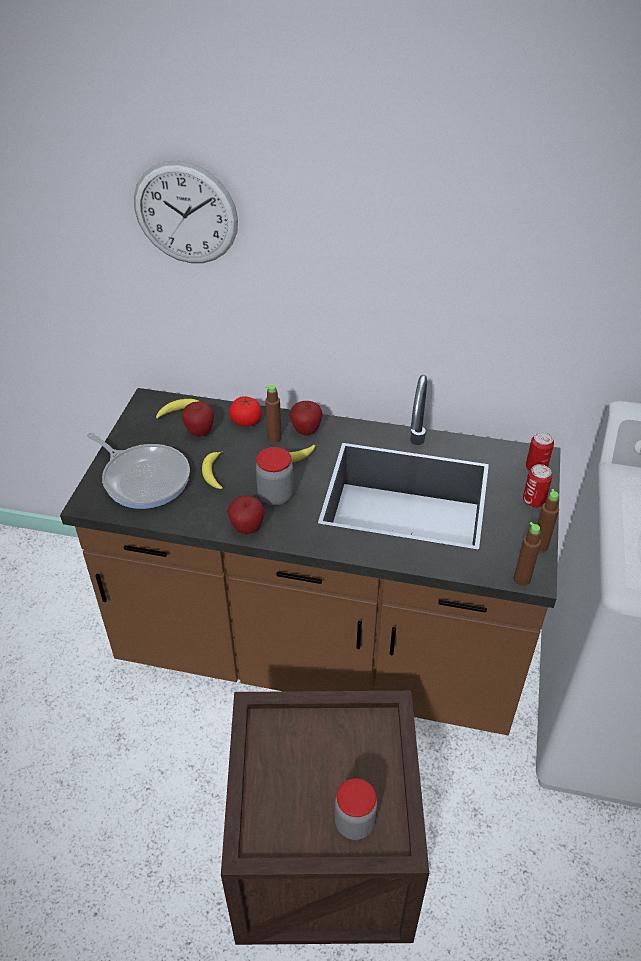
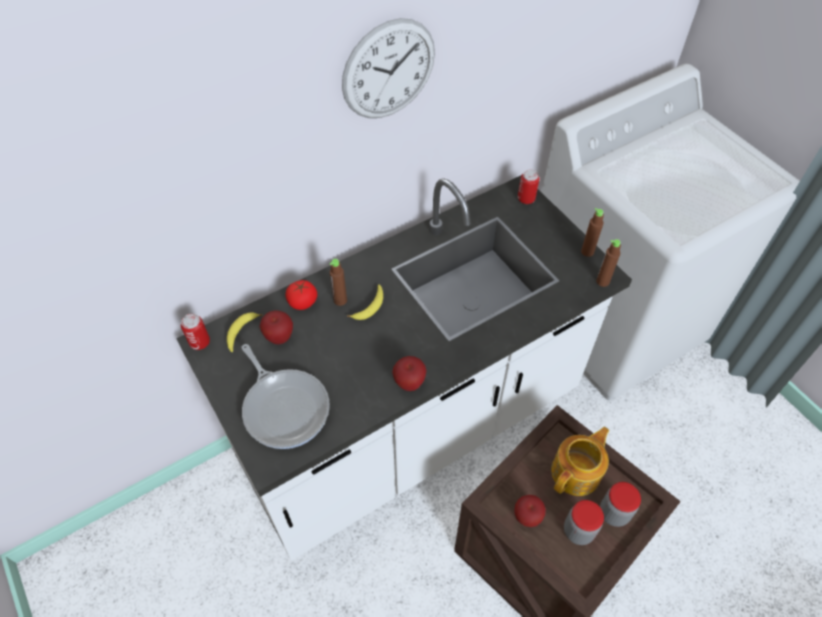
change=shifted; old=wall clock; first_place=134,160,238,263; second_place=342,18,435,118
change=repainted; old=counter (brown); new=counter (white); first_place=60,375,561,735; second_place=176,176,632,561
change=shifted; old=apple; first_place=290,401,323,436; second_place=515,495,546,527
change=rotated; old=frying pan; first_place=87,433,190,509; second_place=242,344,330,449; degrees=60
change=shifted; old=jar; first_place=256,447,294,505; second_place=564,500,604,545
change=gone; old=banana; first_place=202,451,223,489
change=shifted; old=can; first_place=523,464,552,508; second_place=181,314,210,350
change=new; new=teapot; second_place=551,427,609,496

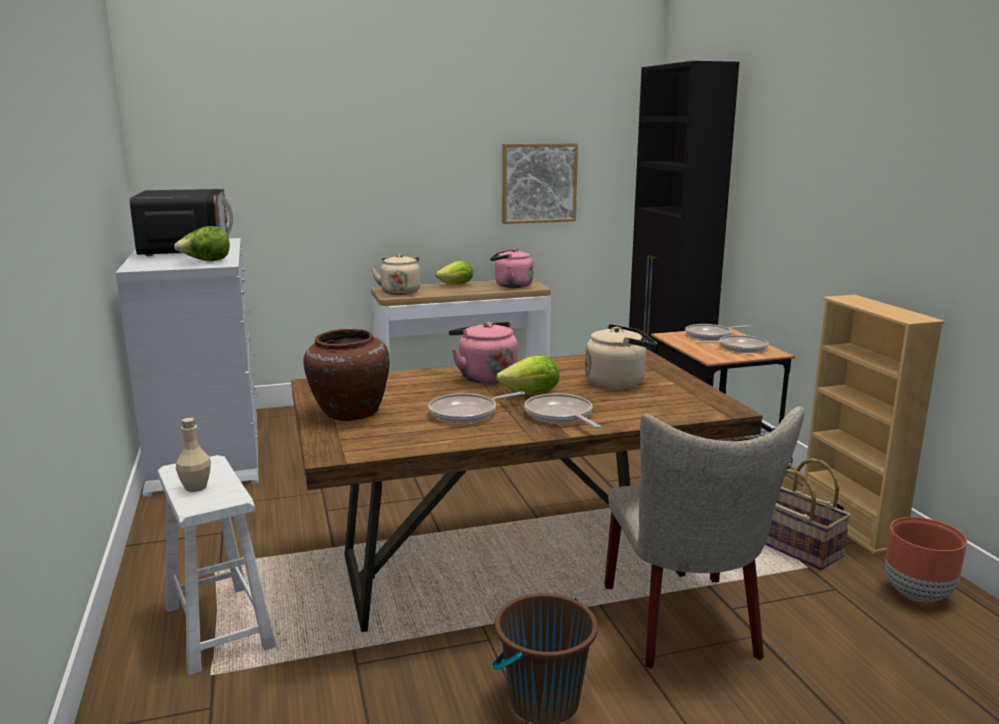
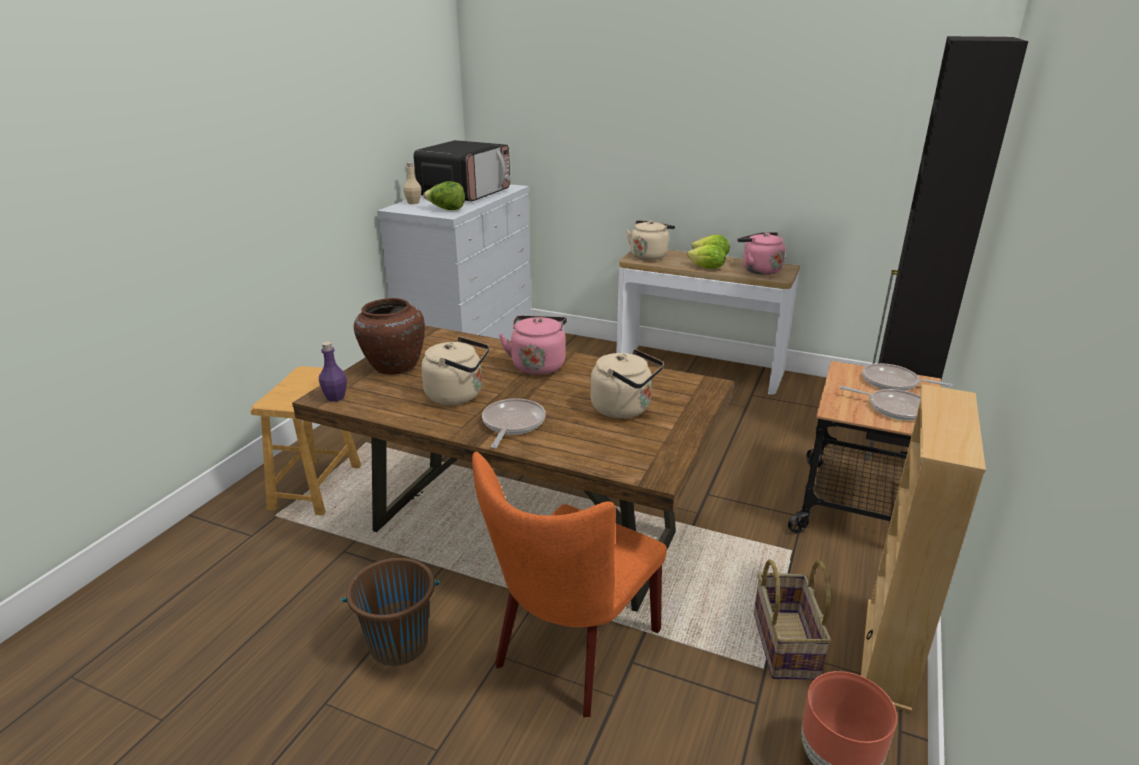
change=gone; old=picture; first_place=502,143,578,224
change=shifted; old=lettuce; first_place=496,355,559,394; second_place=687,244,726,269
change=swapped; old=frying pan; new=kettle (beige); first_place=428,391,525,423; second_place=421,337,489,405
change=repainted; old=chair (beige); new=chair (orange); first_place=604,406,804,669; second_place=472,452,667,717
change=shifted; old=bottle (beige); first_place=176,418,211,492; second_place=403,162,421,204
change=repainted; old=stool (white); new=stool (brown); first_place=157,455,276,675; second_place=251,366,361,516
change=new; new=bottle (purple); second_place=319,341,347,402

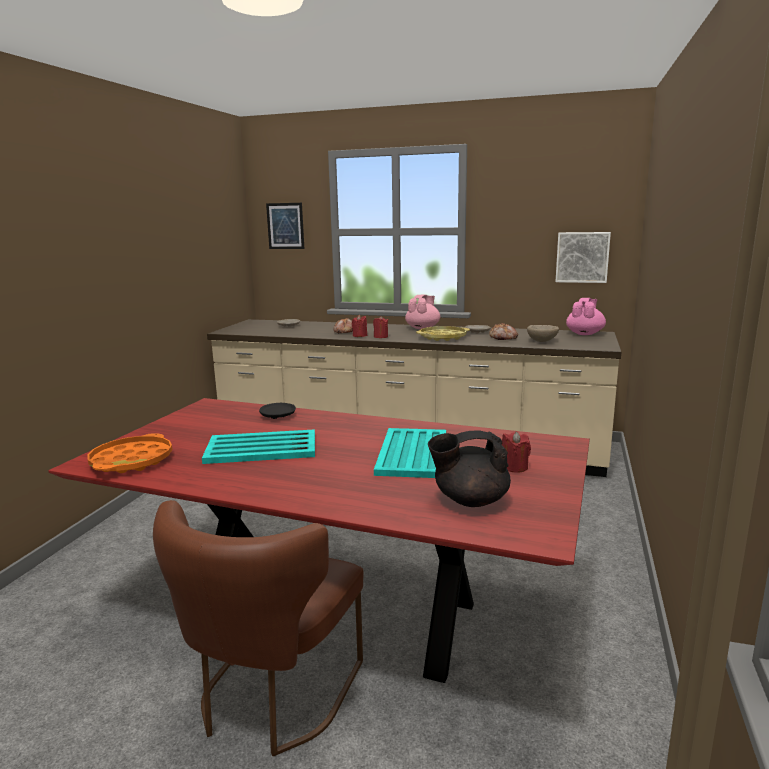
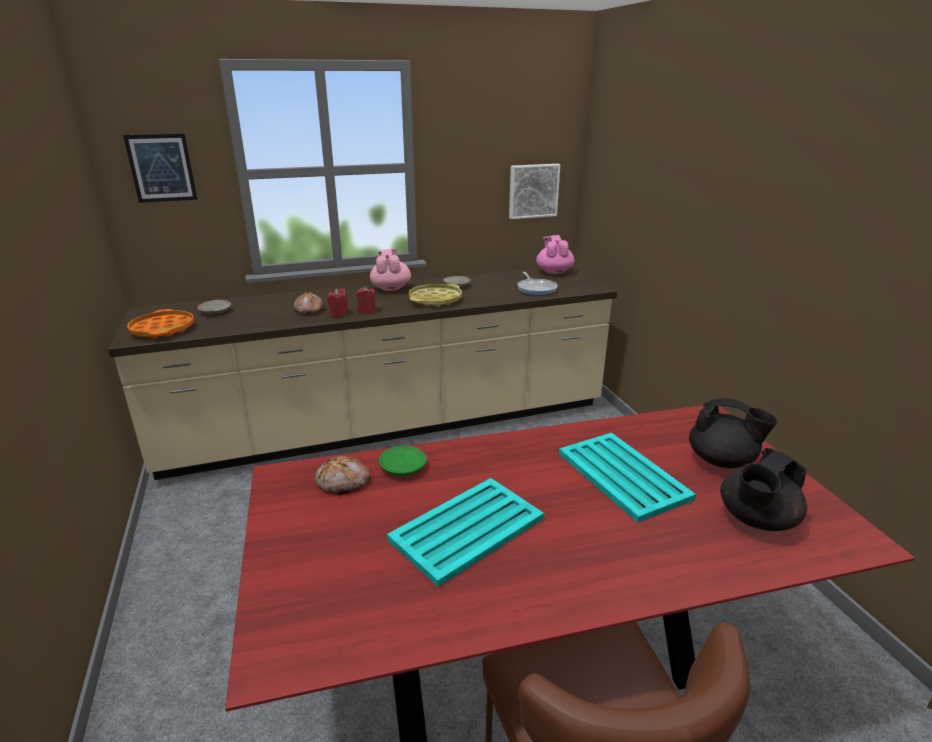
change=shifted; old=bread; first_place=489,323,518,340; second_place=314,456,370,495
change=swapped; old=bowl (beige); new=frying pan; first_place=527,325,559,342; second_place=517,272,558,296
change=repainted; old=plate (black); new=plate (green); first_place=259,403,296,419; second_place=379,446,427,476
change=swapped; old=candle (red); new=teapot (black); first_place=502,432,531,473; second_place=689,398,778,468
change=shifted; old=tray (orange); first_place=87,433,172,473; second_place=127,309,194,338

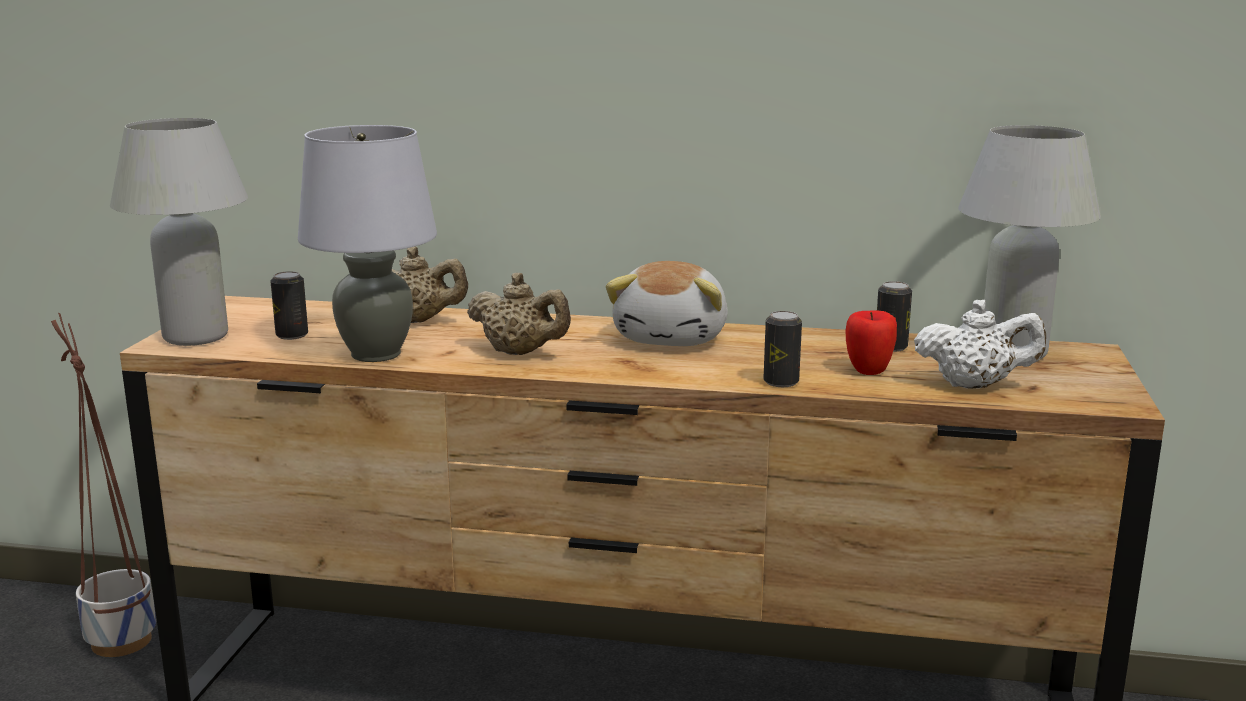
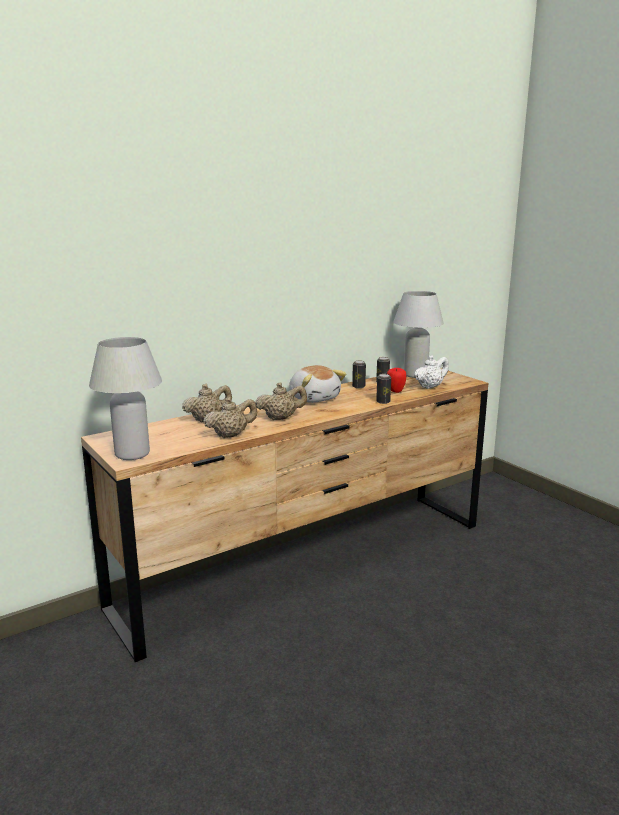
change=swapped; old=table lamp (grey); new=teapot (beige); first_place=298,125,437,362; second_place=204,397,257,438
change=shifted; old=can; first_place=270,271,308,340; second_place=352,360,366,388
change=gone; old=planter; first_place=51,313,156,657

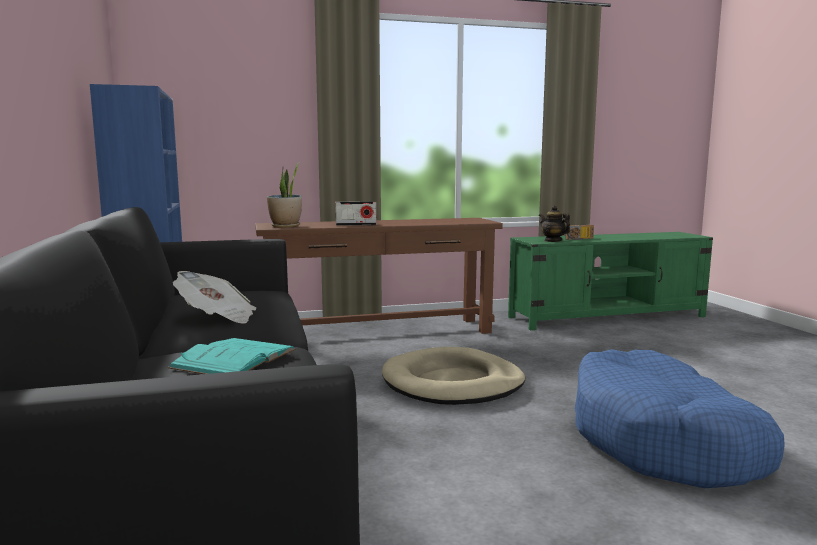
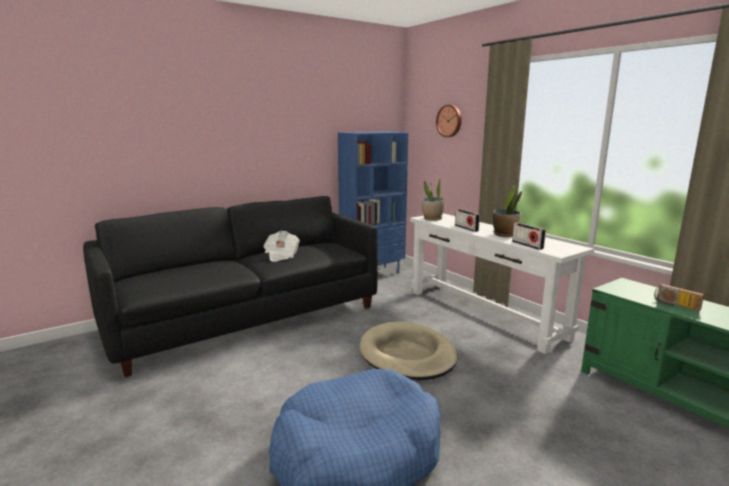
change=gone; old=teapot; first_place=539,206,570,242
change=repainted; old=console table (brown); new=console table (white); first_place=255,218,503,334; second_place=410,213,594,354
change=gone; old=book (turquoise); first_place=167,338,296,374
change=new; new=wall clock; second_place=436,105,461,137
change=new; new=potted plant; second_place=493,185,522,237
change=new; new=radio; second_place=512,223,546,250

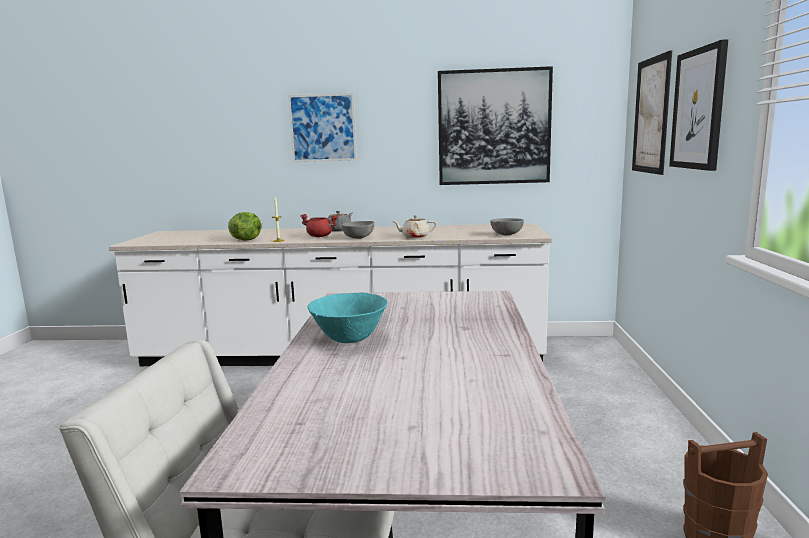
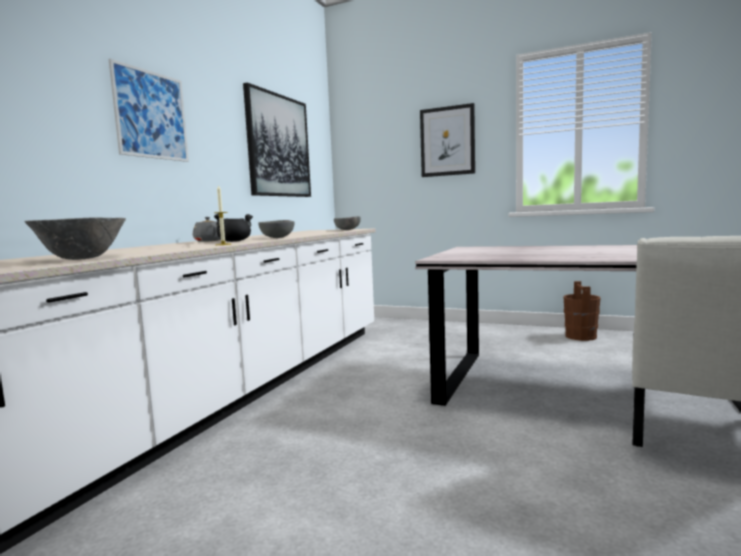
change=gone; old=picture; first_place=632,51,672,175
change=gone; old=lettuce; first_place=228,212,262,241
change=repainted; old=cooking pot (red); new=cooking pot (black); first_place=300,214,338,237; second_place=214,213,253,242
change=gone; old=teapot (beige); first_place=393,215,437,238
change=gone; old=bowl (turquoise); first_place=307,293,388,343
change=new; new=bowl (grey); second_place=24,217,126,260

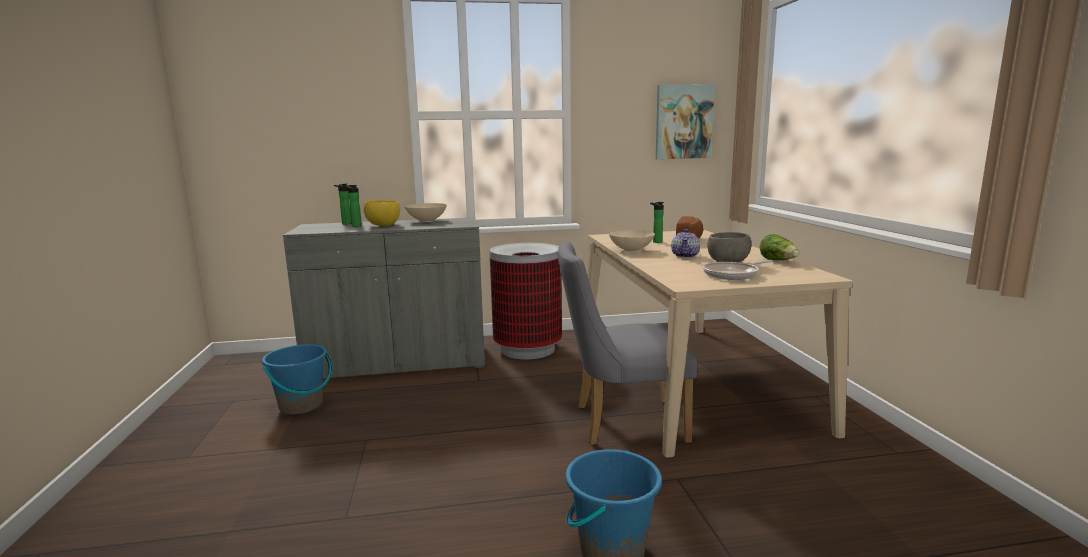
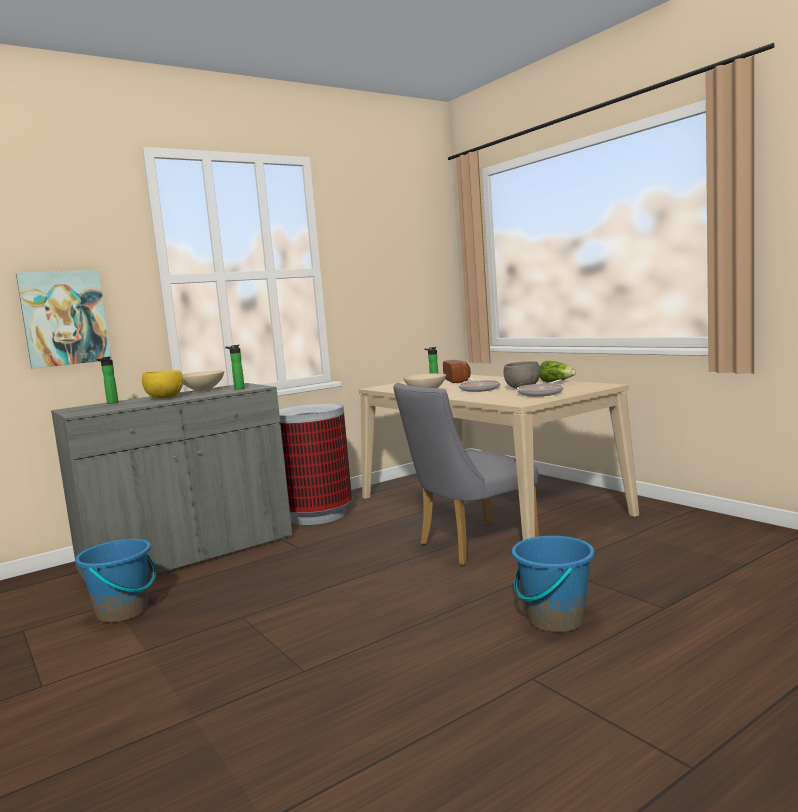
change=shifted; old=picture; first_place=656,84,715,159; second_place=16,270,112,369
change=shifted; old=bottle; first_place=344,185,362,227; second_place=225,345,245,390
change=swapped; old=teapot; new=frying pan; first_place=671,229,700,258; second_place=459,378,501,392

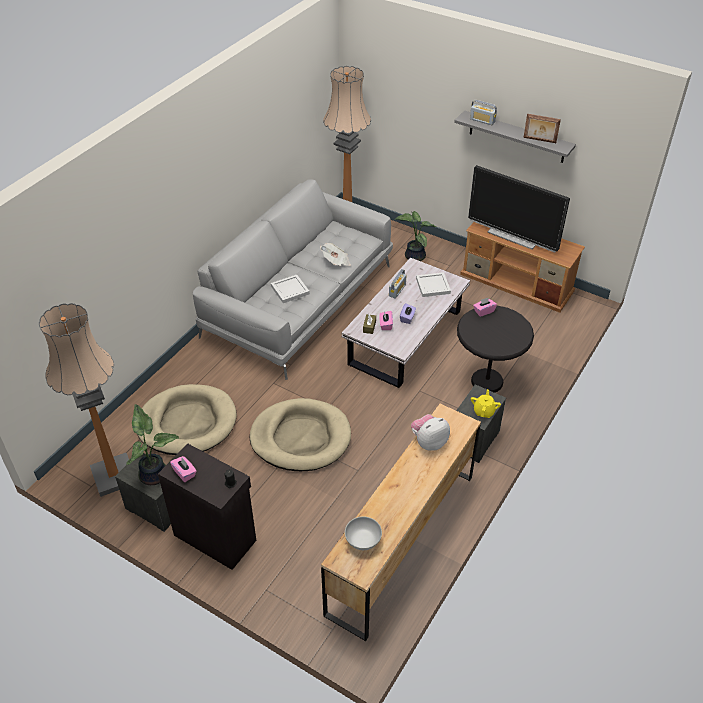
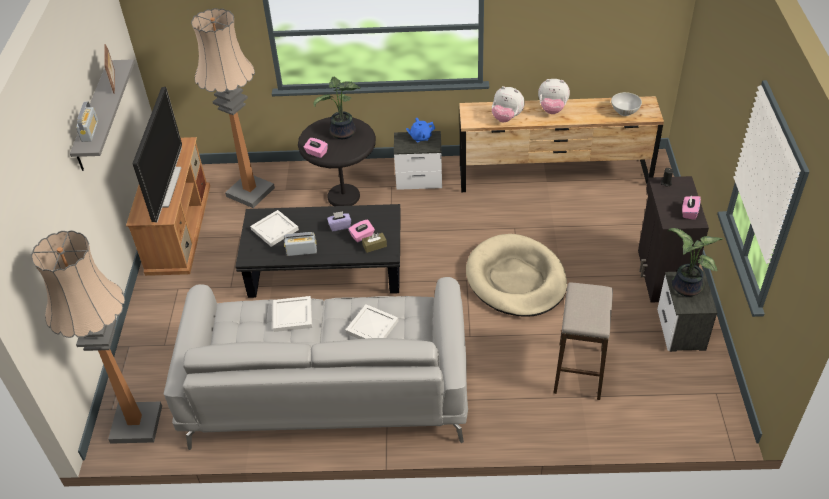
change=shifted; old=potted plant; first_place=395,211,436,261; second_place=313,77,361,139
change=swapped; old=newspaper; new=tray (white); first_place=320,243,351,266; second_place=273,296,312,332
change=repainted; old=coffee table (white); new=coffee table (black); first_place=342,257,470,388; second_place=235,204,401,298
change=shifted; old=floor lamp; first_place=39,303,129,497; second_place=191,8,275,208
change=swapped; old=dog bed (beige); new=stool; first_place=137,384,237,455; second_place=553,282,613,400
change=repainted; old=teapot (yellow); new=teapot (blue); first_place=471,389,501,418; second_place=406,118,435,143
change=new; new=plush toy; second_place=538,79,570,114

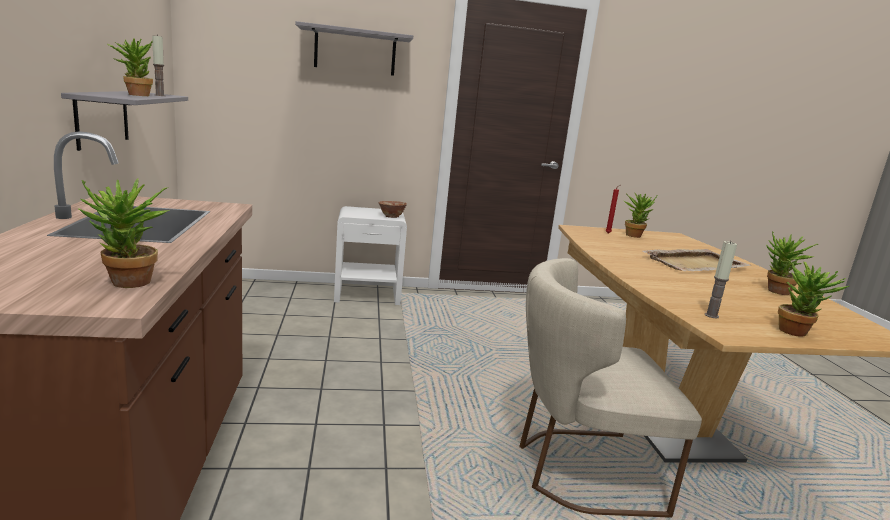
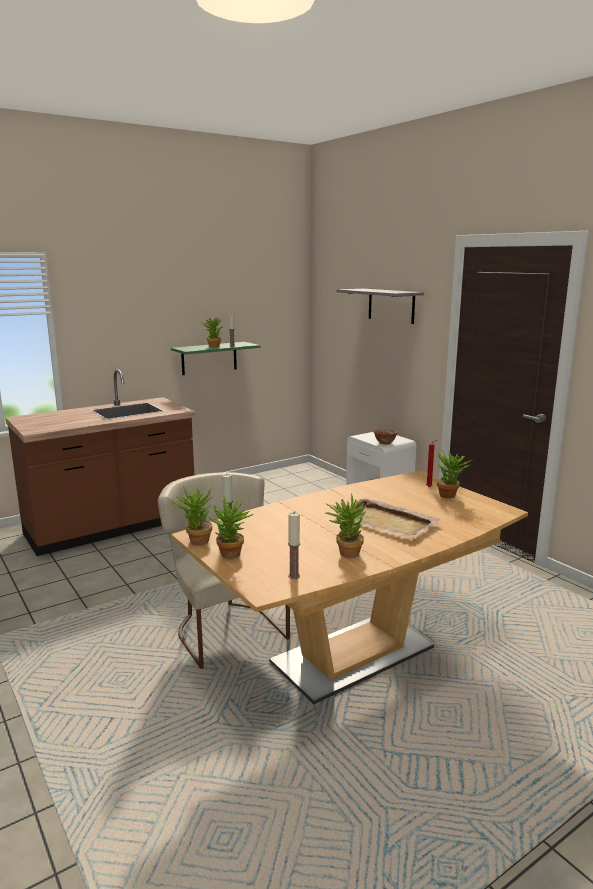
change=repainted; old=shelf (grey); new=shelf (green); first_place=61,91,188,151; second_place=171,342,261,375
change=shifted; old=potted plant; first_place=78,178,170,288; second_place=172,486,213,545
change=new; new=candle; second_place=288,512,300,579

